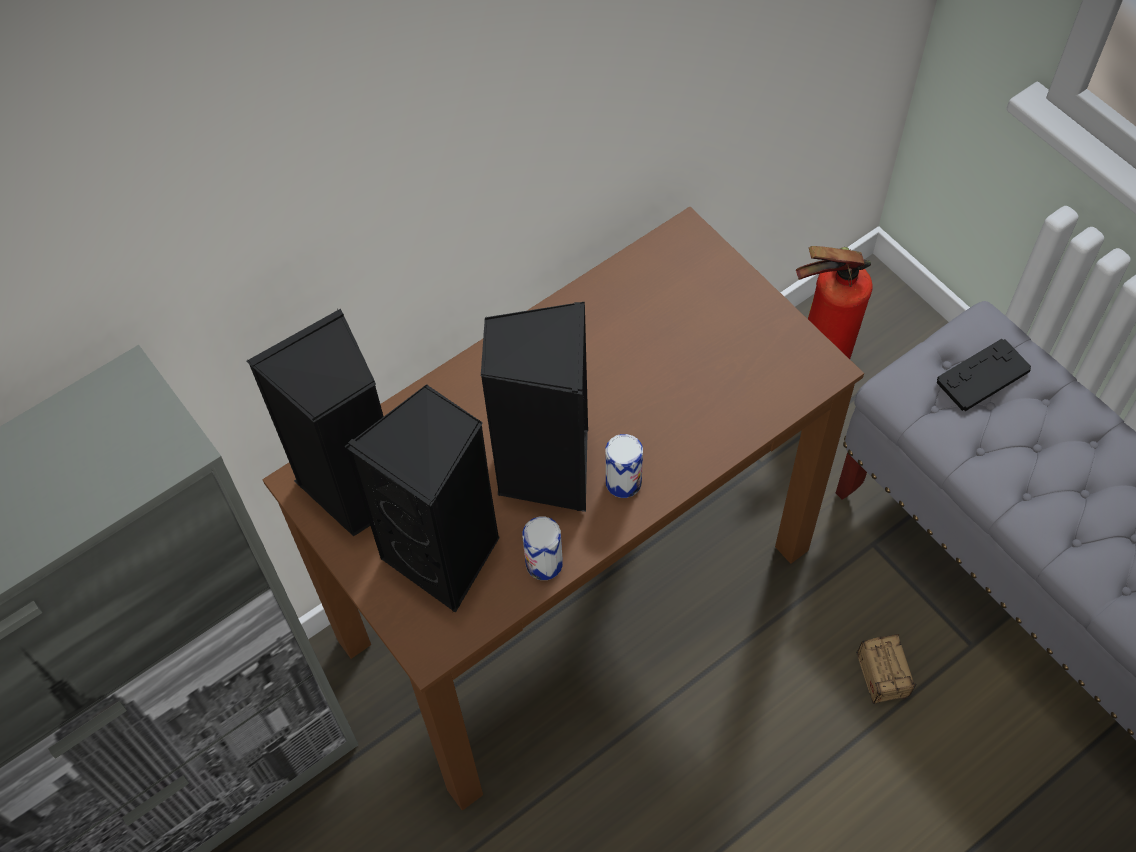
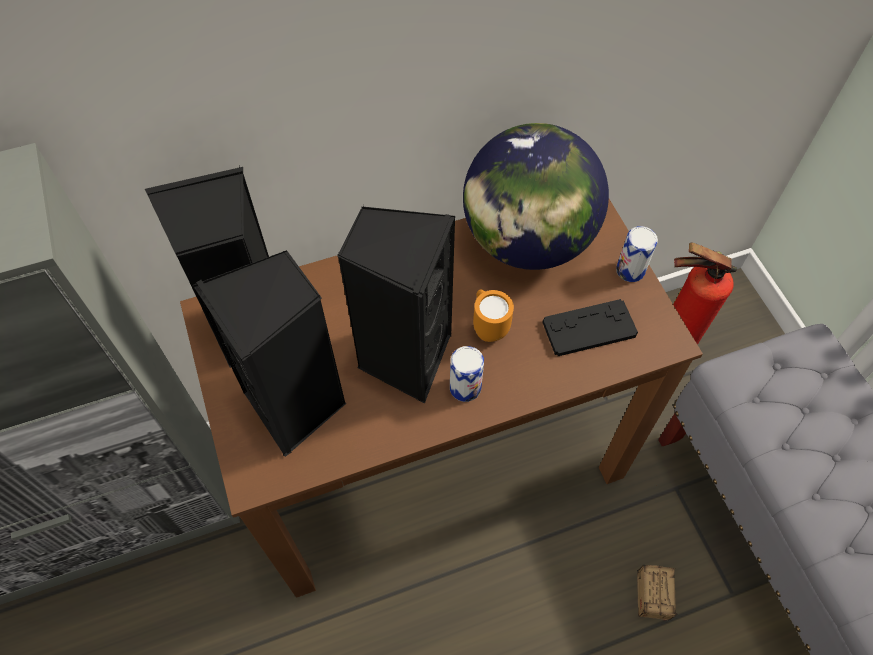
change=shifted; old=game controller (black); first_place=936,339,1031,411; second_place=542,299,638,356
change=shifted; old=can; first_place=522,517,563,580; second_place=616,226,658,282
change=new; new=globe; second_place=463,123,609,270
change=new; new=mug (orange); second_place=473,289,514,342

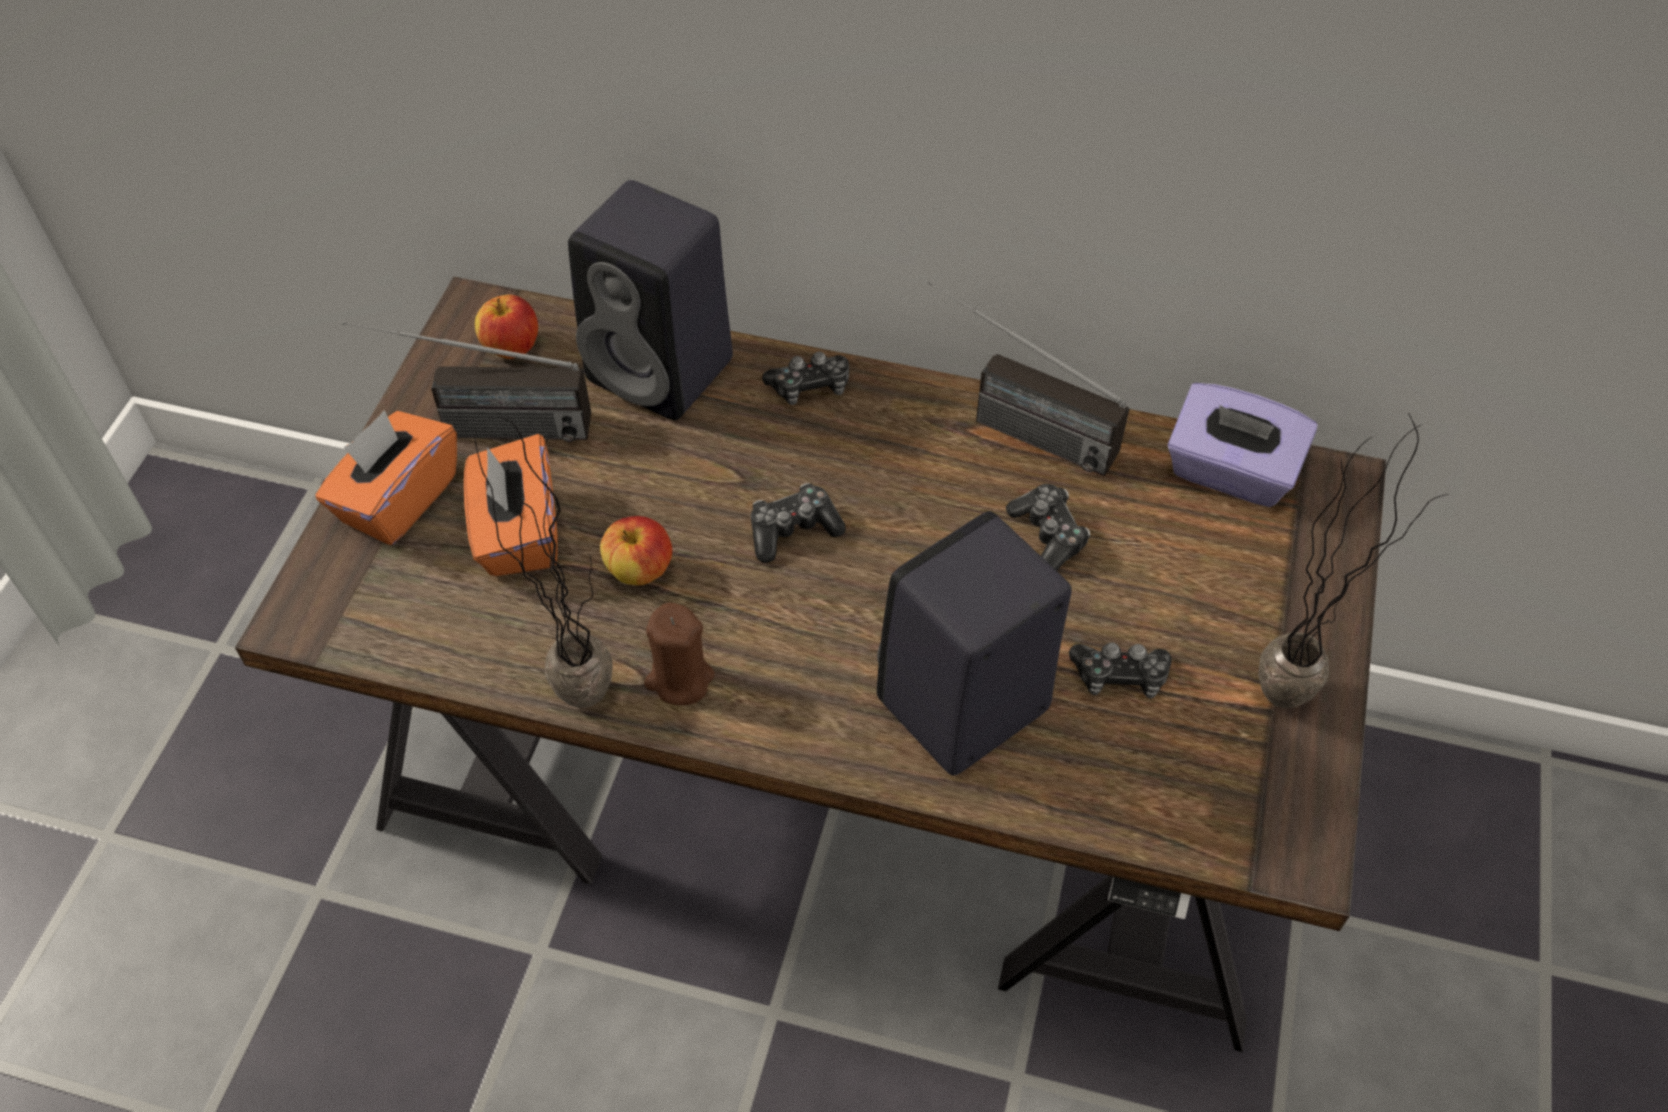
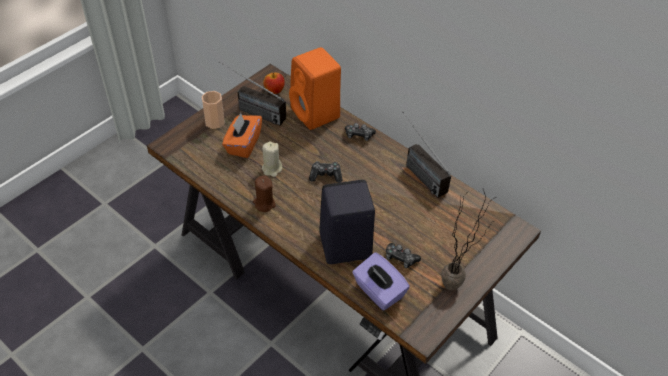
change=repainted; old=speaker (black); new=speaker (orange); first_place=568,180,733,420; second_place=289,47,341,130
change=shifted; old=tissue box (purple); first_place=1168,383,1318,507; second_place=352,252,410,310
change=swapped; old=tissue box (orange); new=cup; first_place=315,410,457,545; second_place=202,91,225,129
change=gone; old=potted plant; first_place=475,418,613,708
change=gone; old=game controller; first_place=1006,484,1090,571
change=swapped; old=apple; new=candle (beige); first_place=600,516,672,585; second_place=262,141,282,177

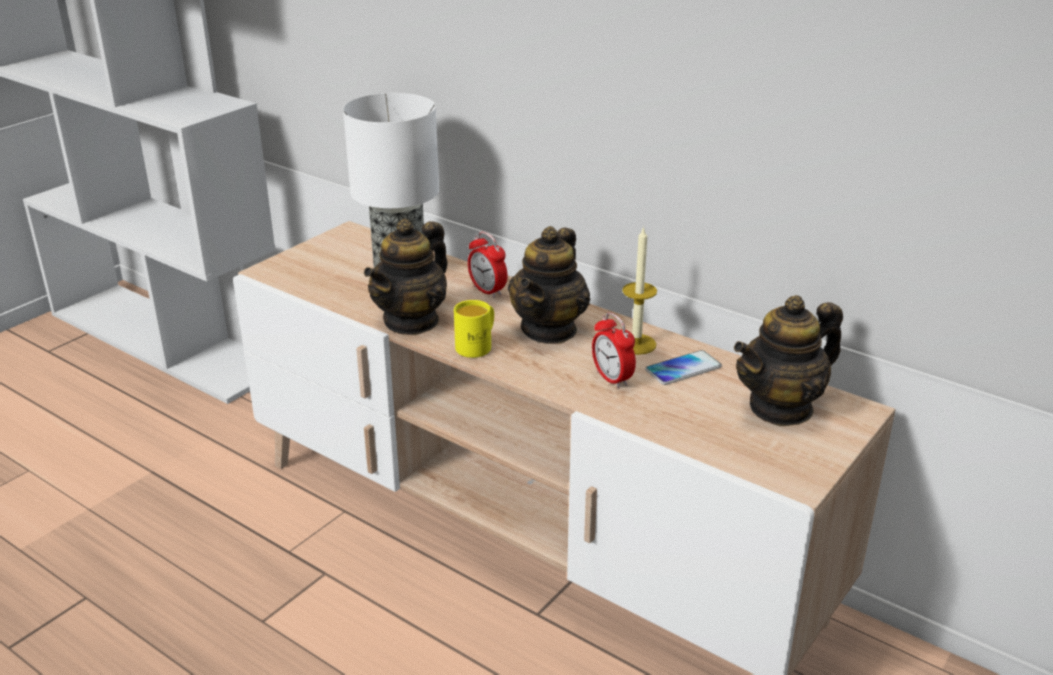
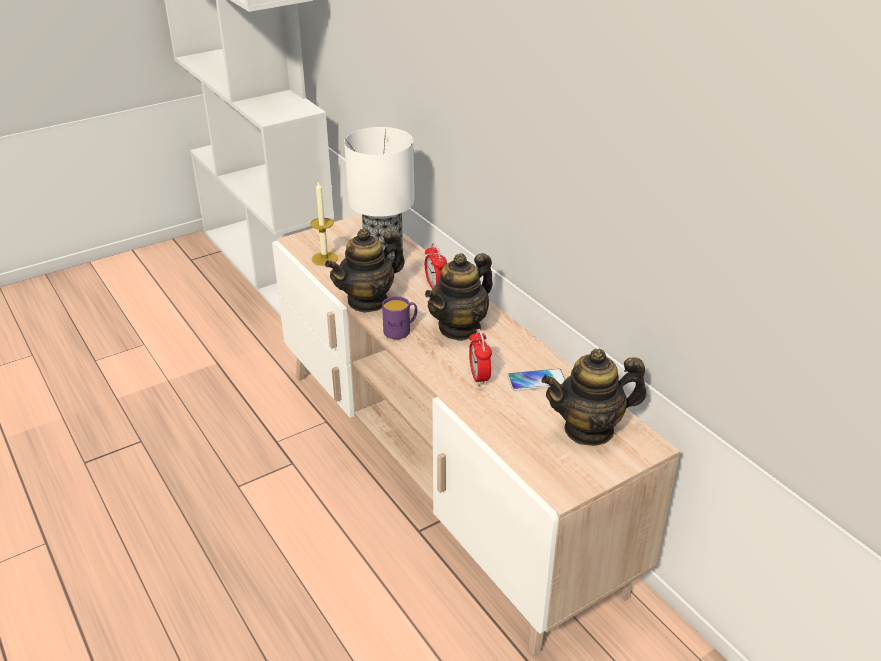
change=shifted; old=candle; first_place=622,226,657,355; second_place=310,182,338,266
change=repainted; old=mug (yellow); new=mug (purple); first_place=454,300,494,358; second_place=382,296,417,339

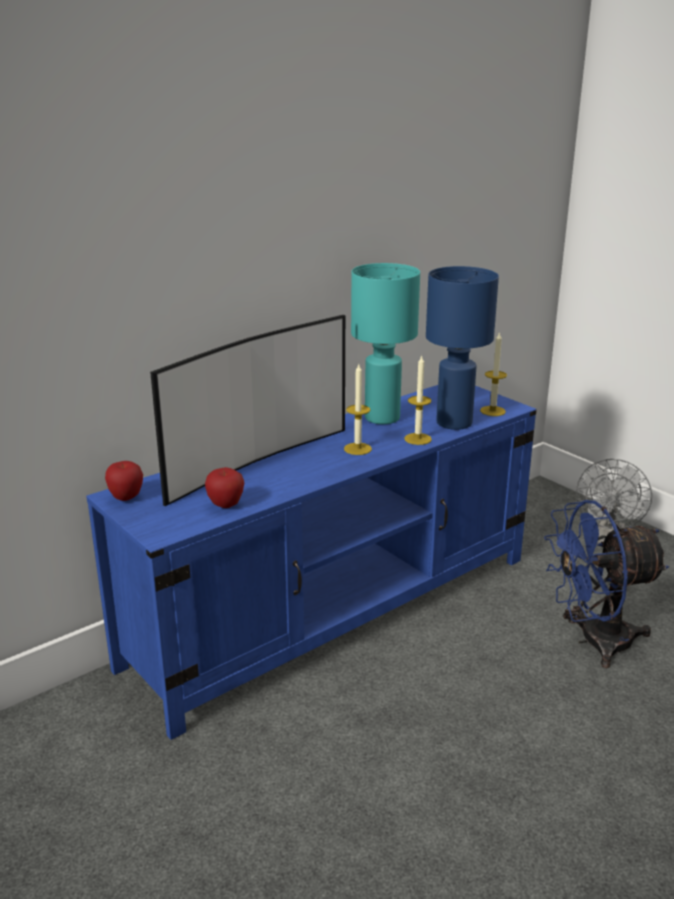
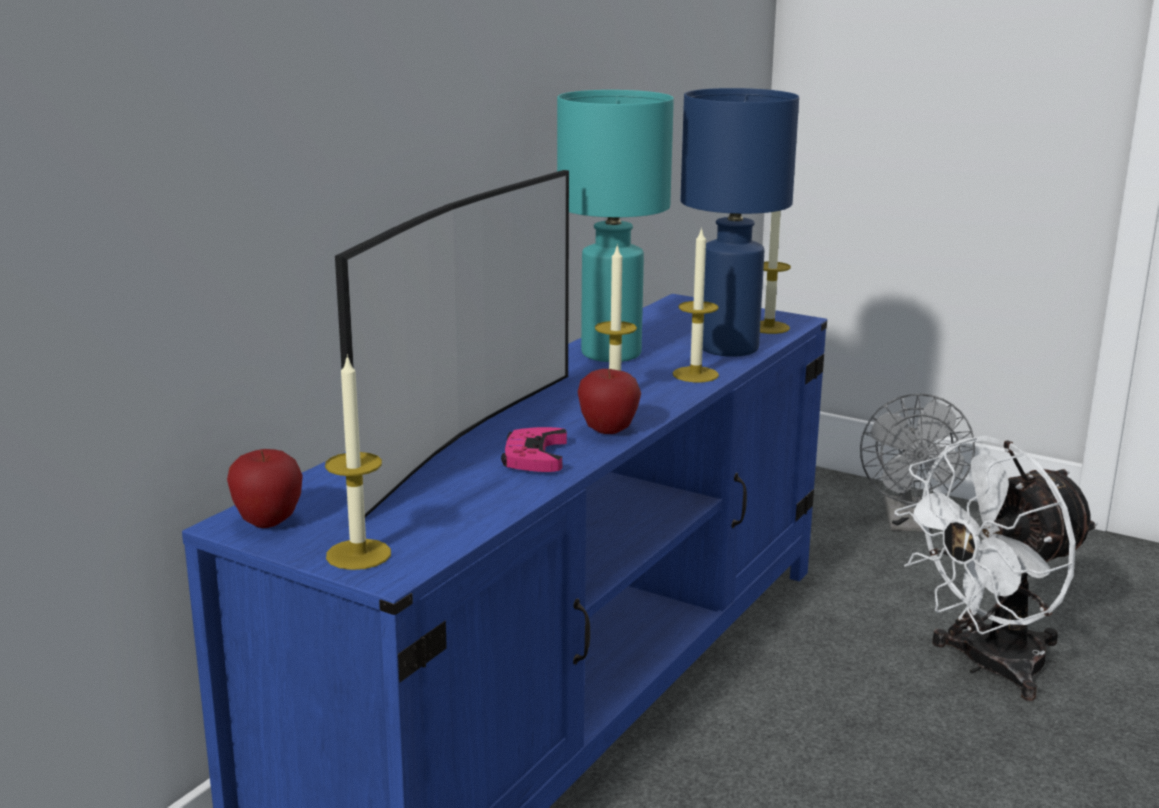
change=shifted; old=apple; first_place=205,467,244,508; second_place=577,369,641,434
change=repainted; old=fan (blue); new=fan (white); first_place=544,500,669,668; second_place=894,436,1098,701
change=new; new=candle; second_place=325,354,391,570
change=new; new=game controller (pink); second_place=501,427,567,472

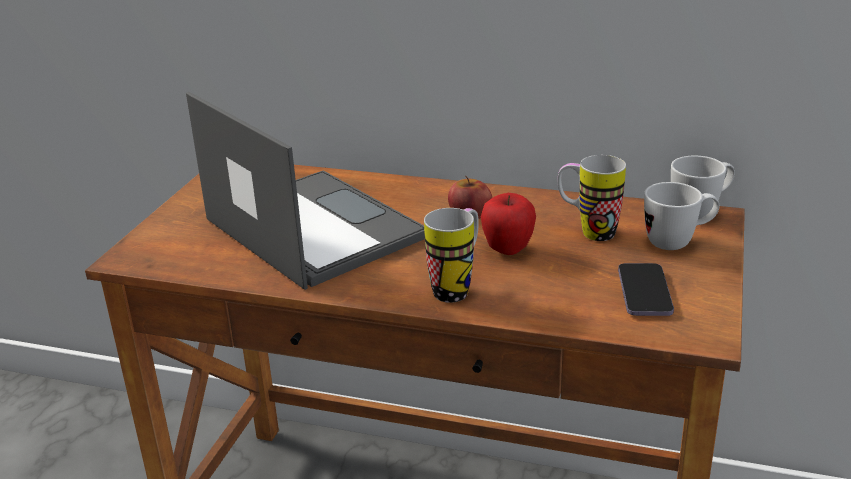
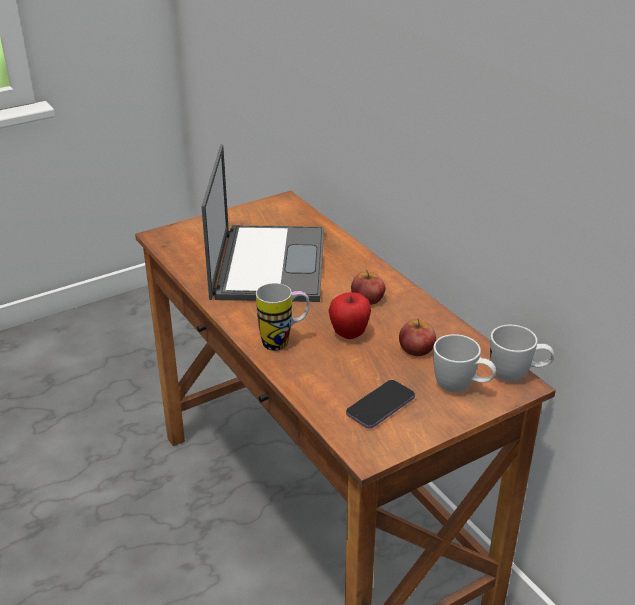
change=swapped; old=mug; new=apple; first_place=558,155,626,241; second_place=399,319,436,356

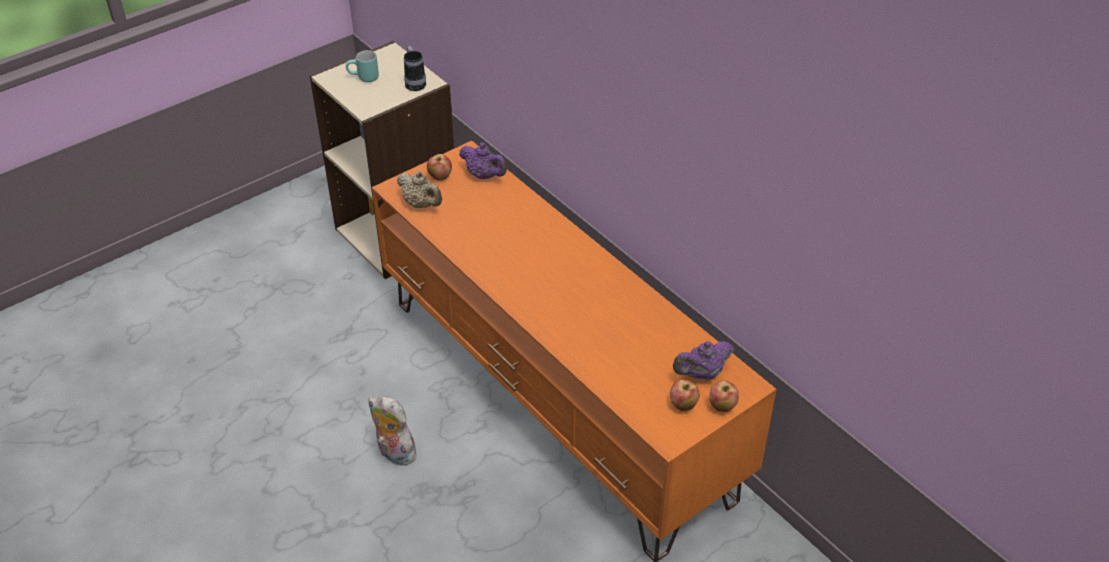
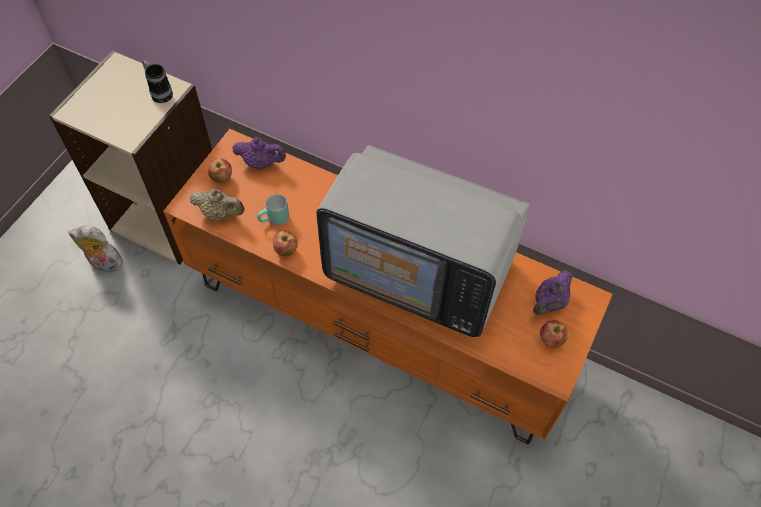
change=shifted; old=mug (turquoise); first_place=346,50,379,82; second_place=257,194,289,225
change=shifted; old=apple; first_place=709,381,739,412; second_place=273,231,298,256
change=shifted; old=plush toy; first_place=368,396,420,466; second_place=68,226,123,273
change=new; new=television; second_place=316,145,530,337

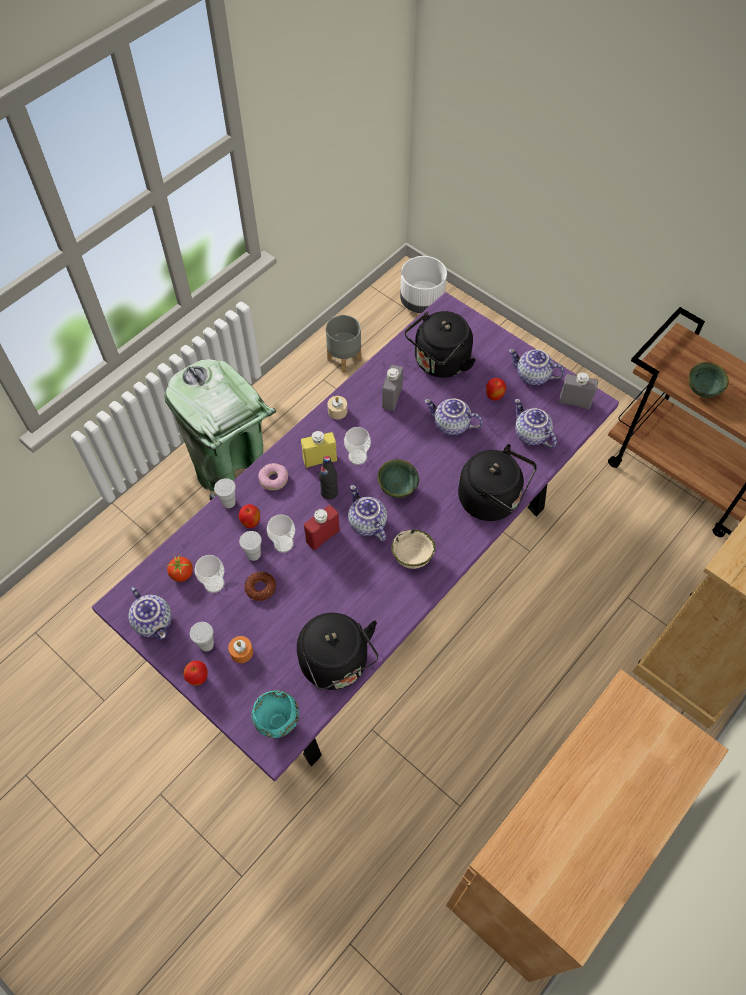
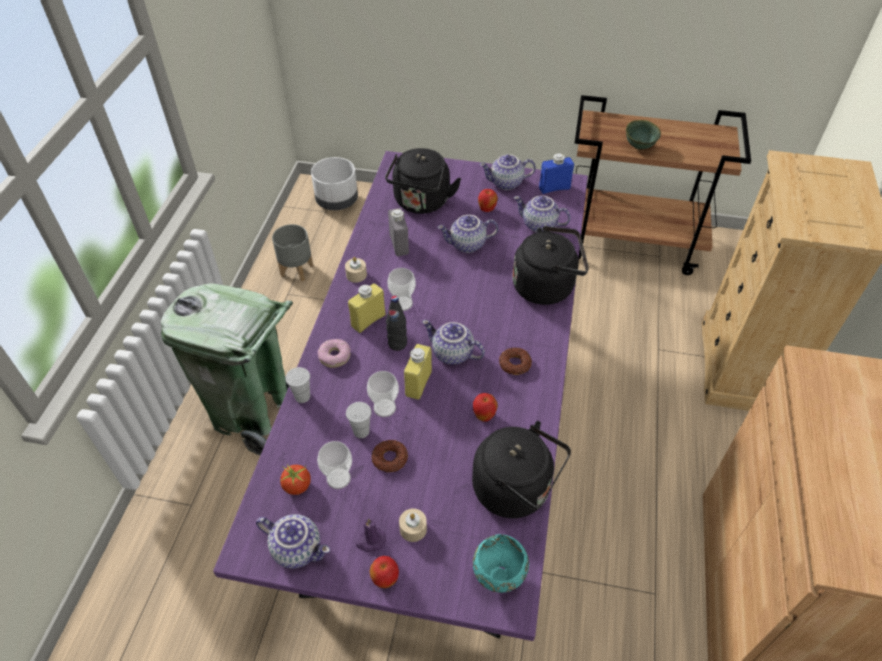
change=repainted; old=bottle (grey); new=bottle (blue); first_place=559,372,598,410; second_place=539,154,574,194
change=gone; old=bowl (green); first_place=377,459,419,498
change=shifted; old=apple; first_place=239,504,260,528; second_place=473,393,498,421
change=repainted; old=bottle (red); new=bottle (yellow); first_place=304,505,340,550; second_place=404,344,432,400
change=swapped; old=bowl (beige); new=donut; first_place=391,530,436,569; second_place=499,348,532,375
change=swapped; old=cup (white); new=candle (purple); first_place=190,622,214,651; second_place=356,518,386,552
change=repainted; old=candle (orange); new=candle (beige); first_place=228,636,253,663; second_place=399,508,427,542

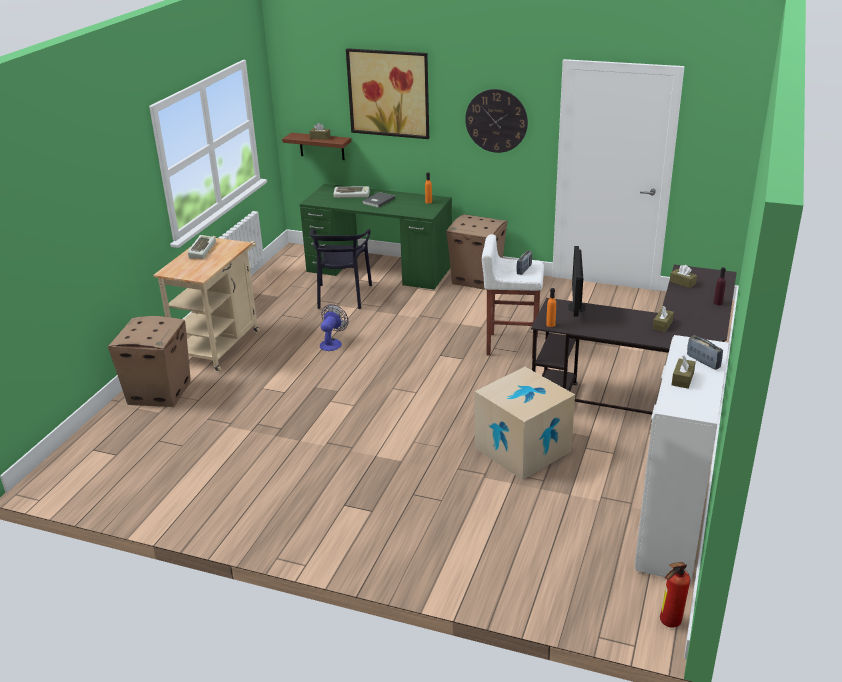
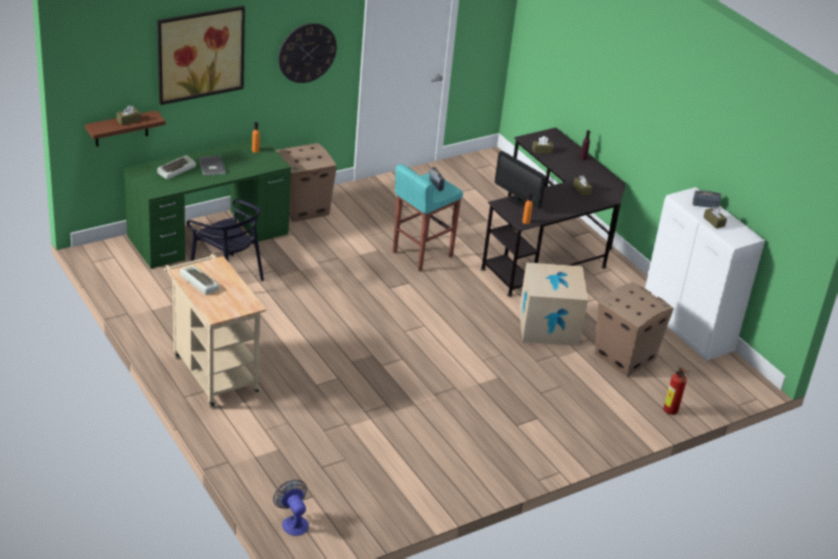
change=repainted; old=stool (white); new=stool (turquoise); first_place=482,234,544,358; second_place=393,164,463,271
change=shifted; old=fan; first_place=320,304,348,351; second_place=273,480,309,536
change=shifted; old=cardboard box; first_place=108,316,191,407; second_place=595,282,674,377
change=shifted; old=fire extinguisher; first_place=660,562,690,628; second_place=664,367,688,415

